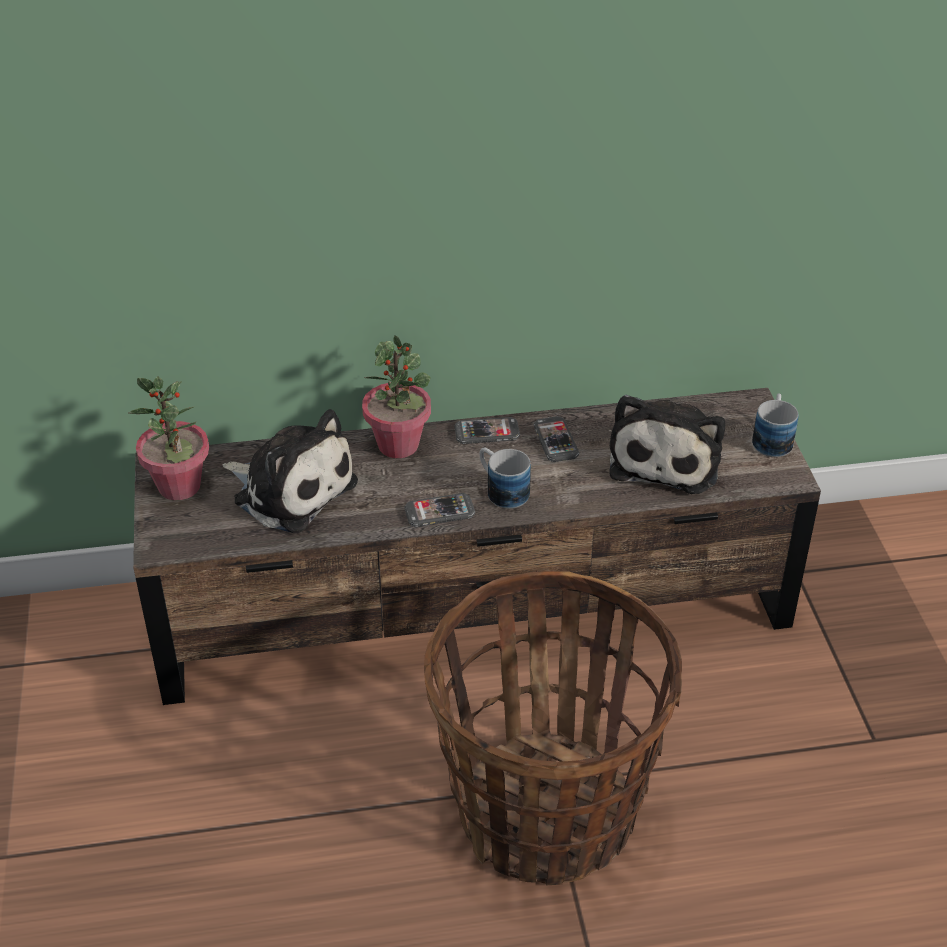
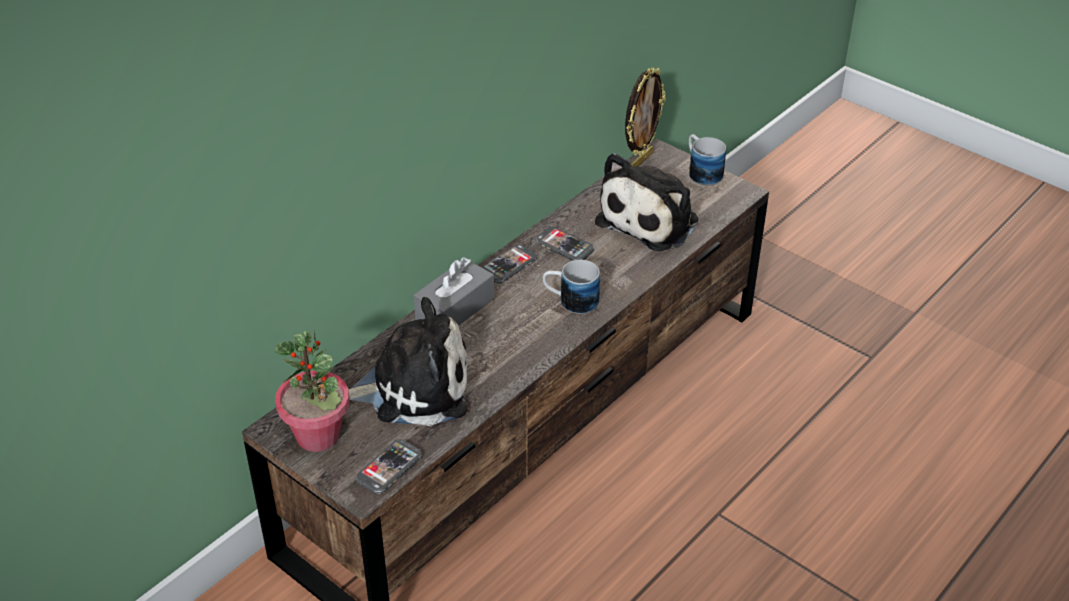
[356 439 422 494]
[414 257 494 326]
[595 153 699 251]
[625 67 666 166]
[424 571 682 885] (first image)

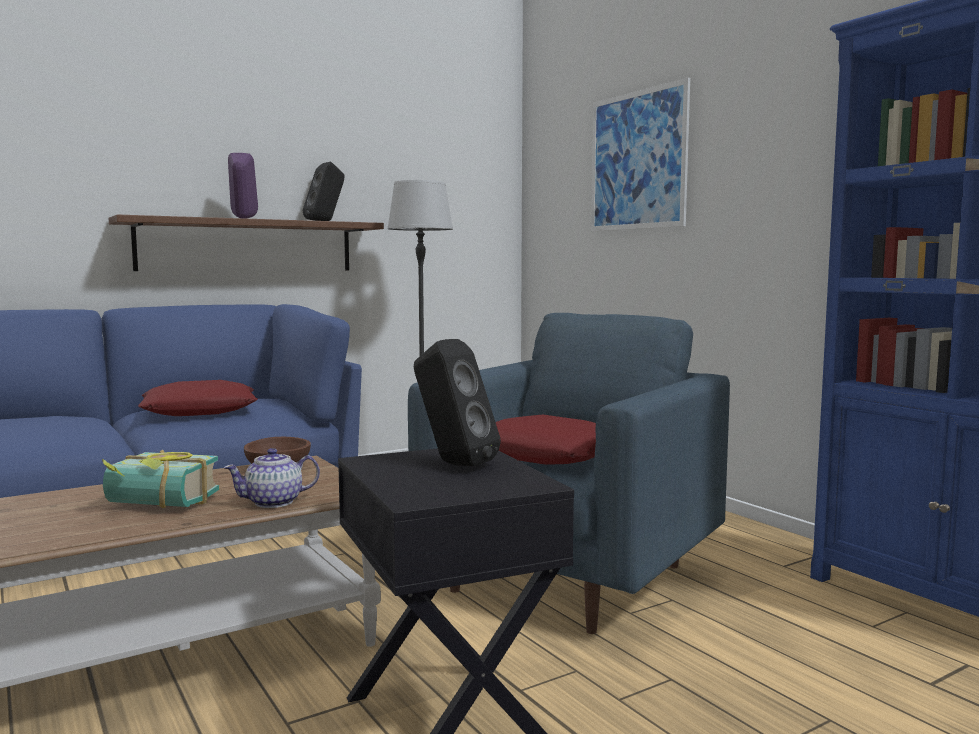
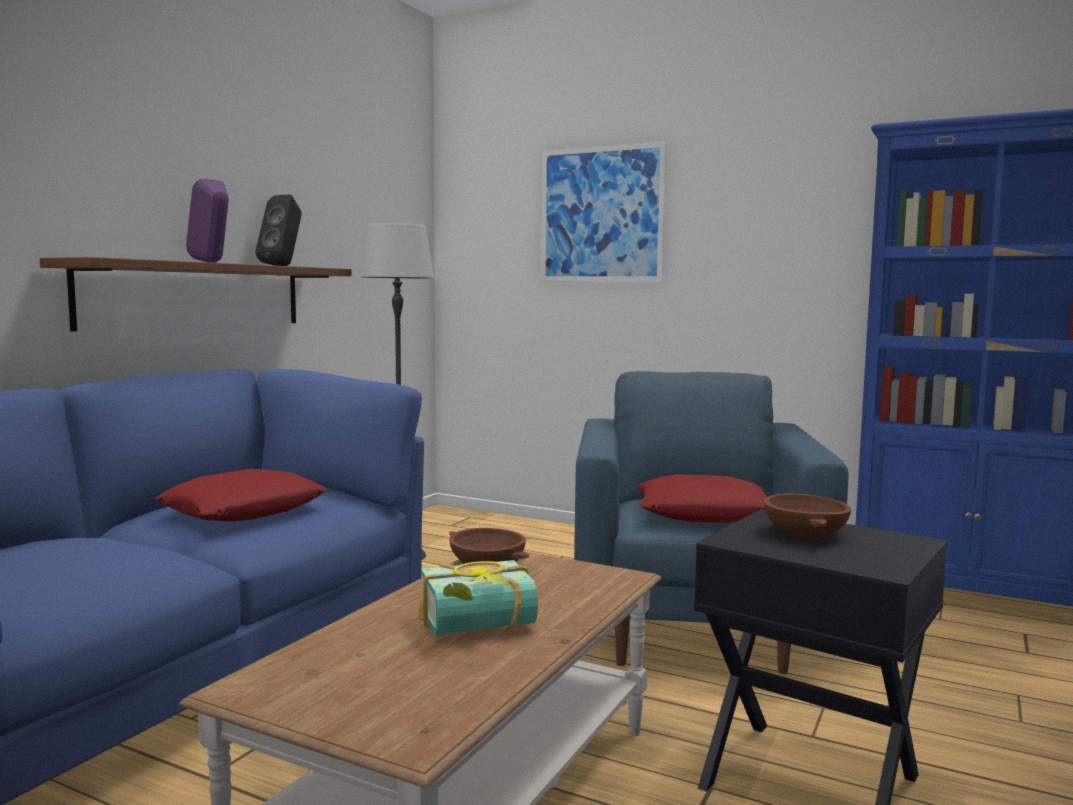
[764 493 851 538]
[223 448 320 508] (first image)

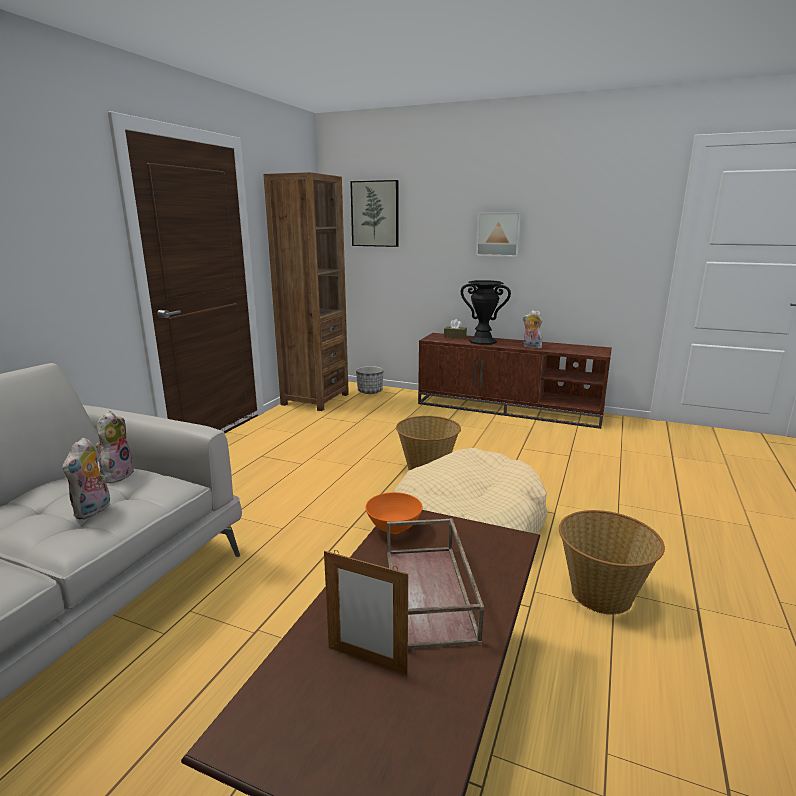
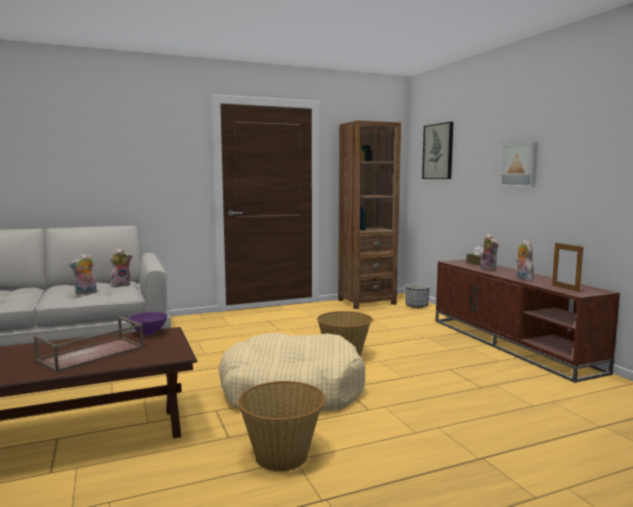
[128 312 168 335]
[480 234 498 271]
[552 243 583 292]

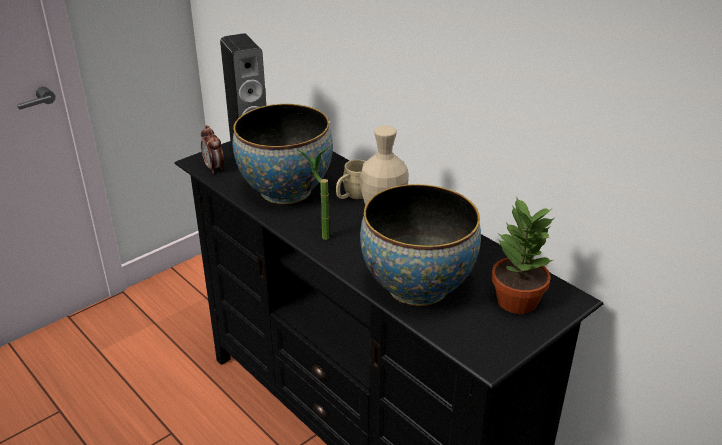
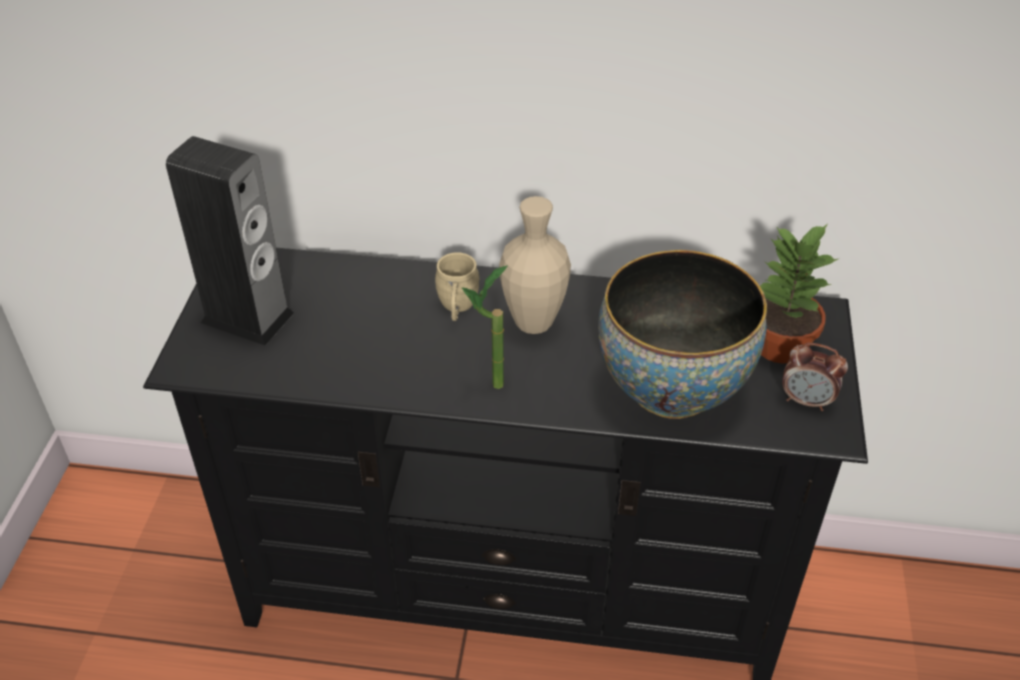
[782 343 848 411]
[233 104 333 204] (first image)

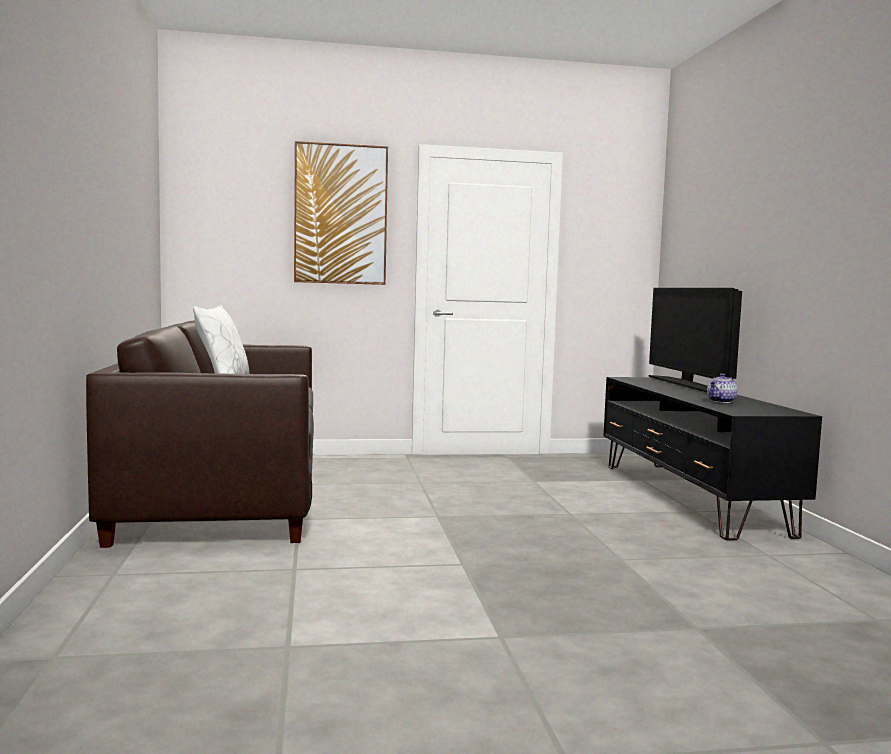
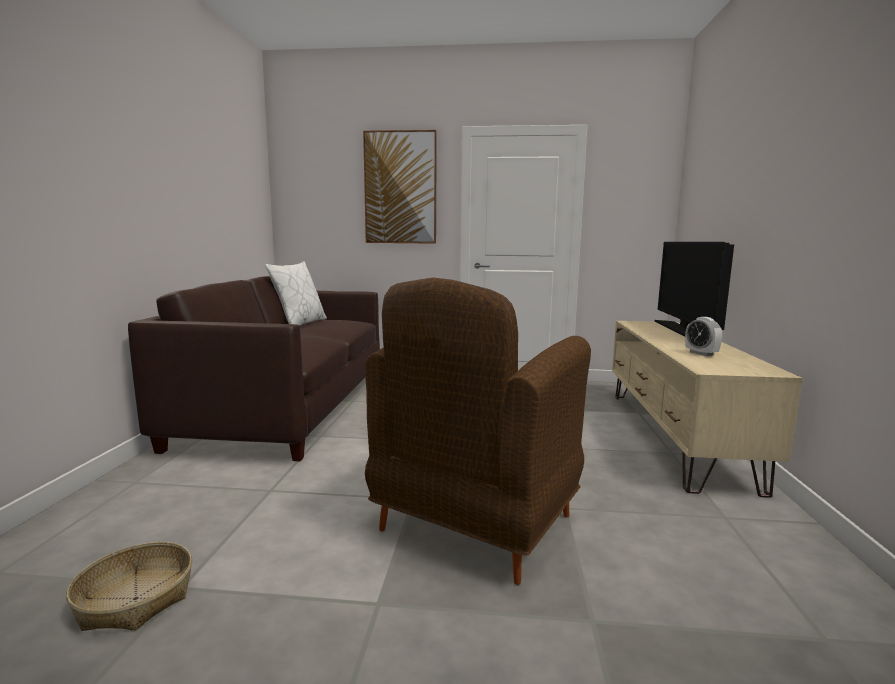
[66 542 192 631]
[365 277 591 585]
[612 321 803 498]
[685 317 722 356]

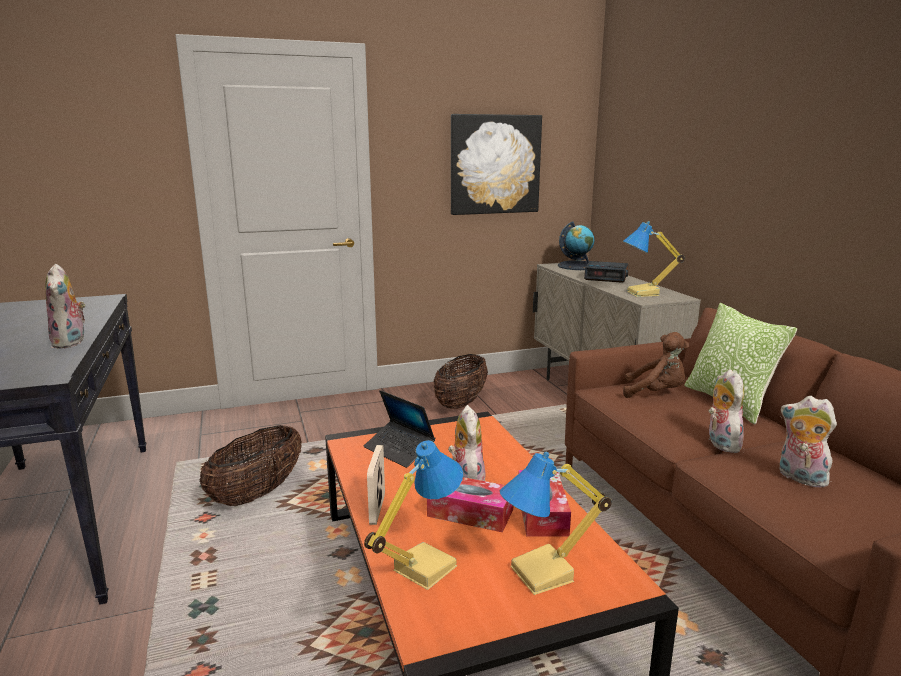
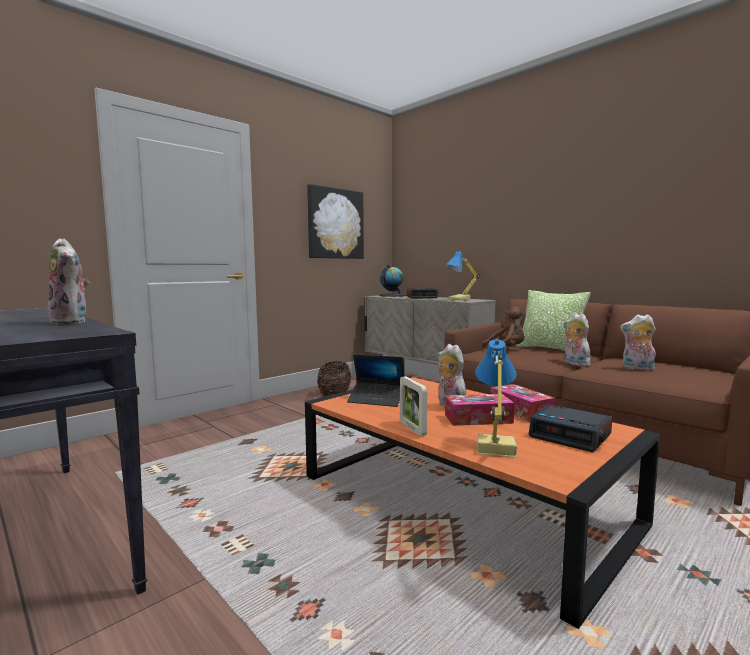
[529 404 612 452]
[199 425 302 506] (first image)

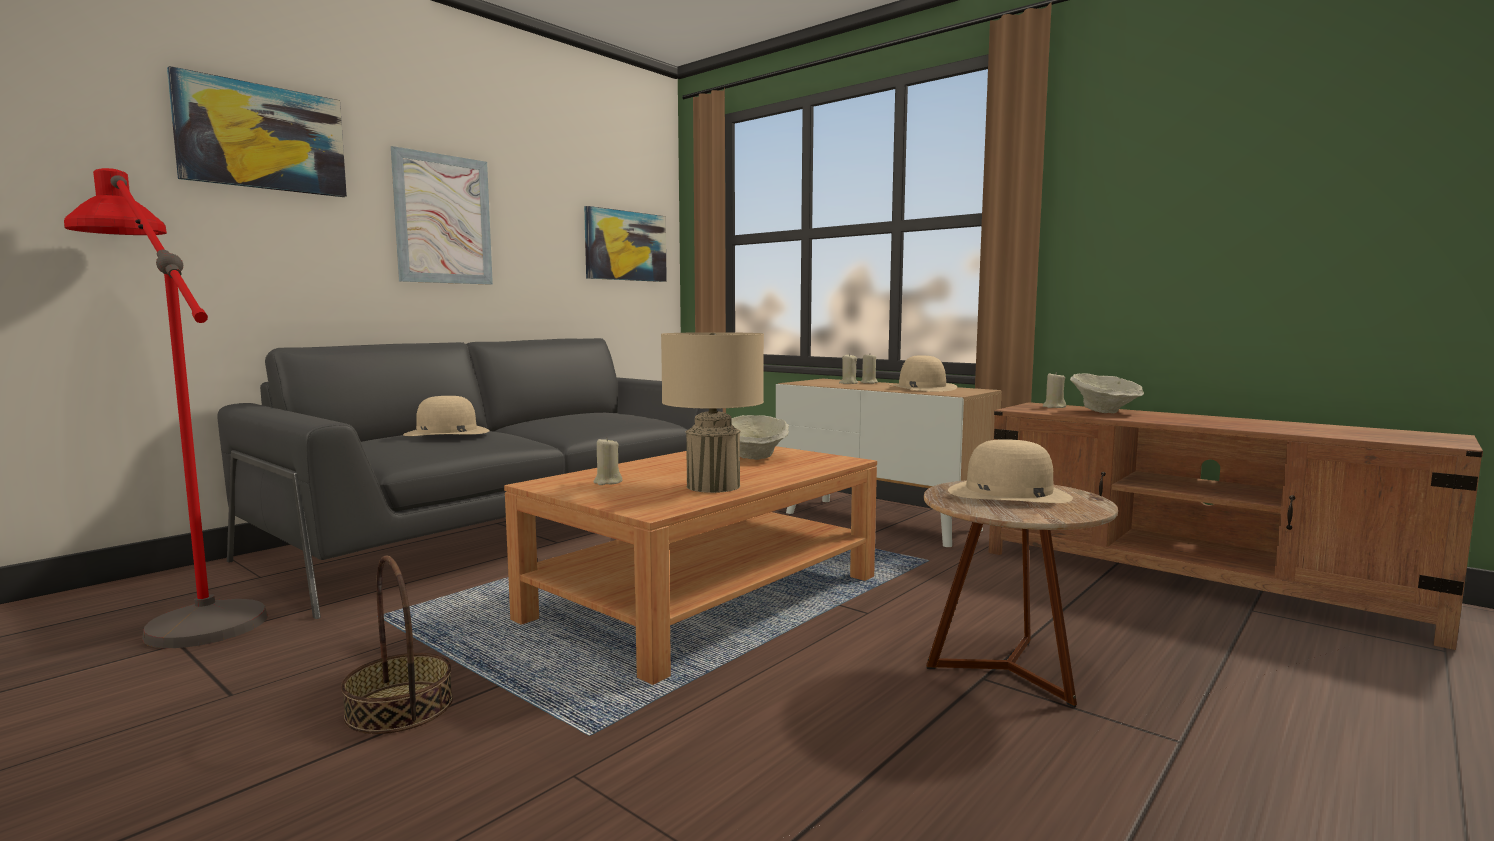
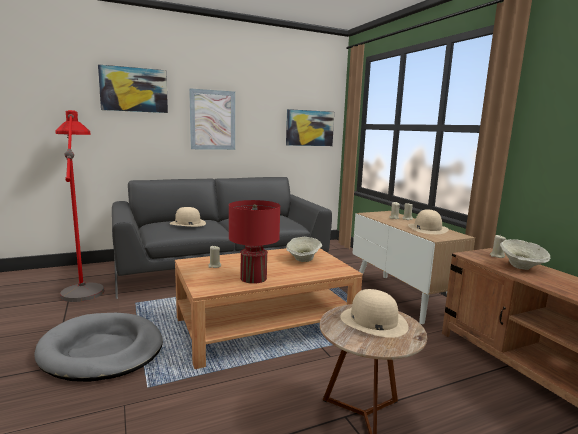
[34 313 163 382]
[229 200 280 284]

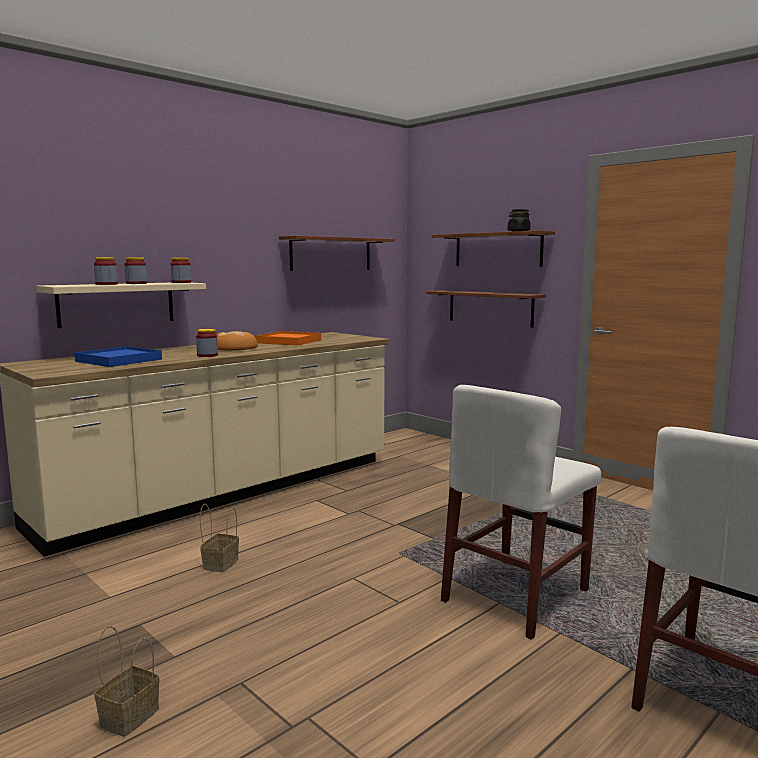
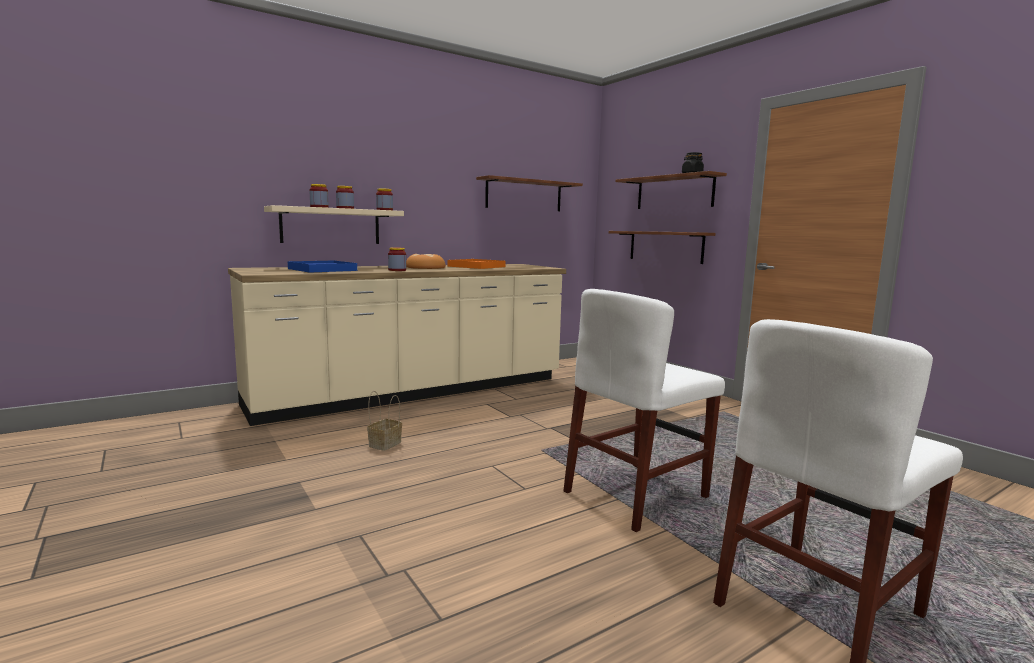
[94 626 159 737] (first image)

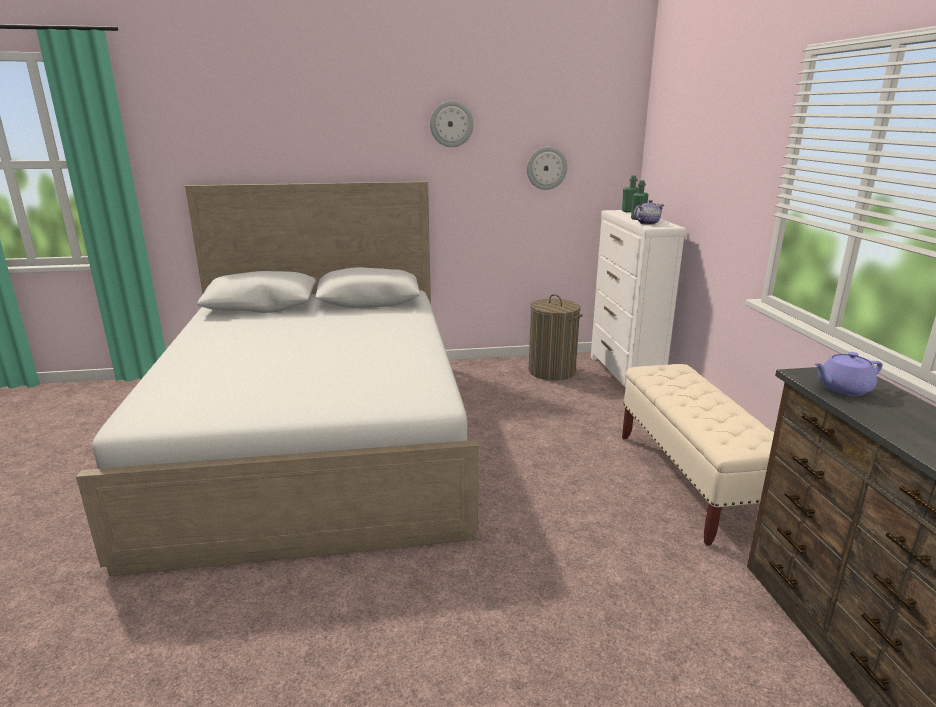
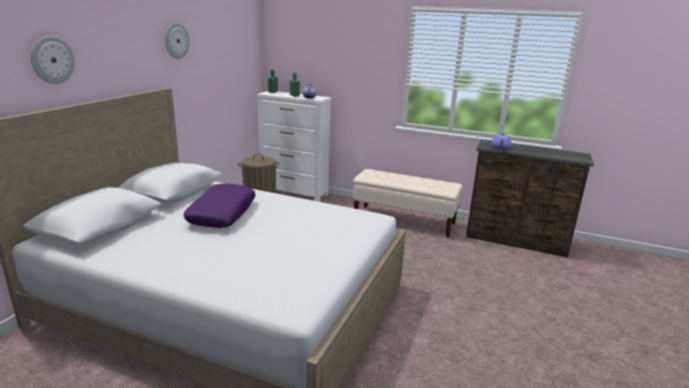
[31 36 75 84]
[184 183 256 228]

